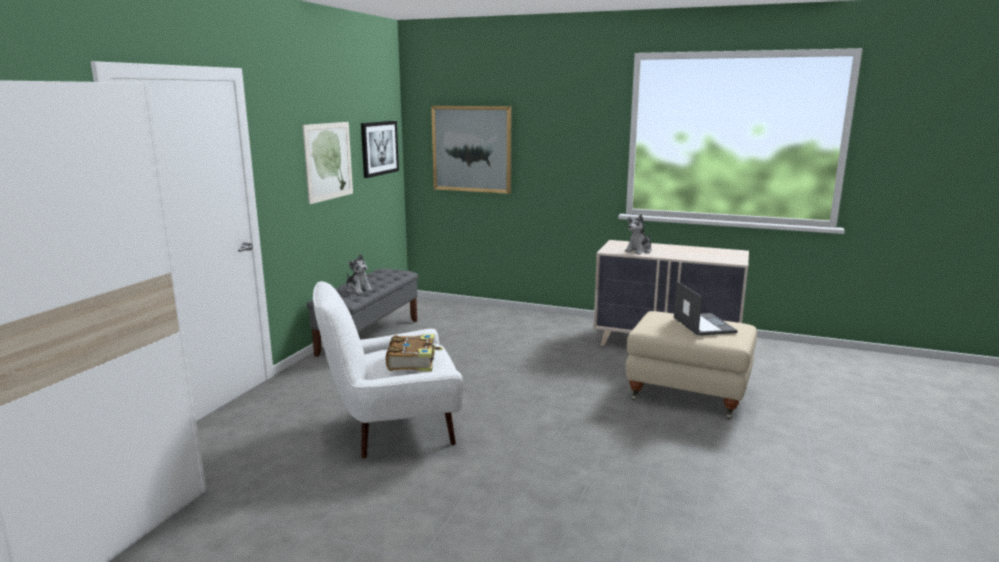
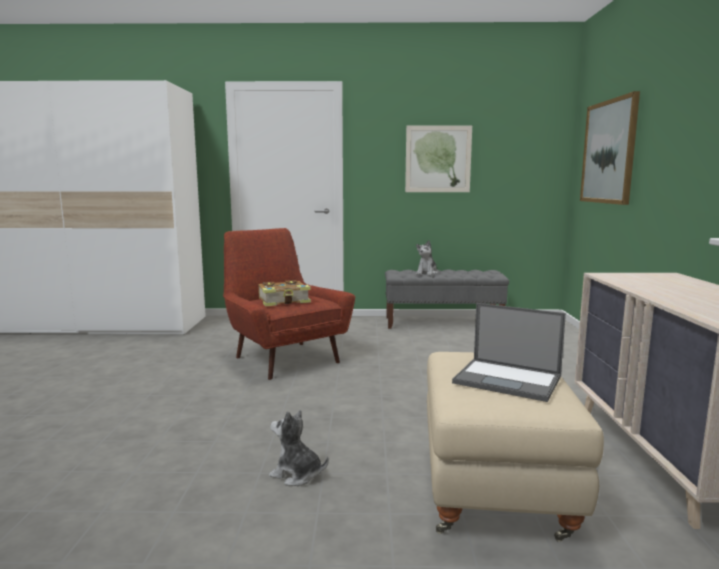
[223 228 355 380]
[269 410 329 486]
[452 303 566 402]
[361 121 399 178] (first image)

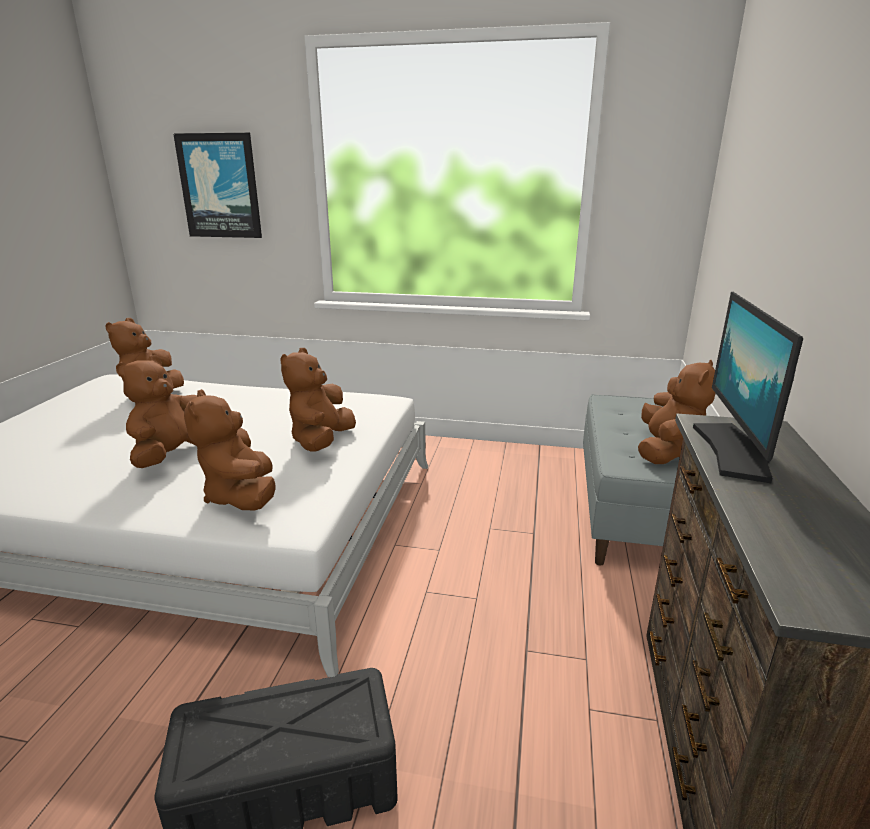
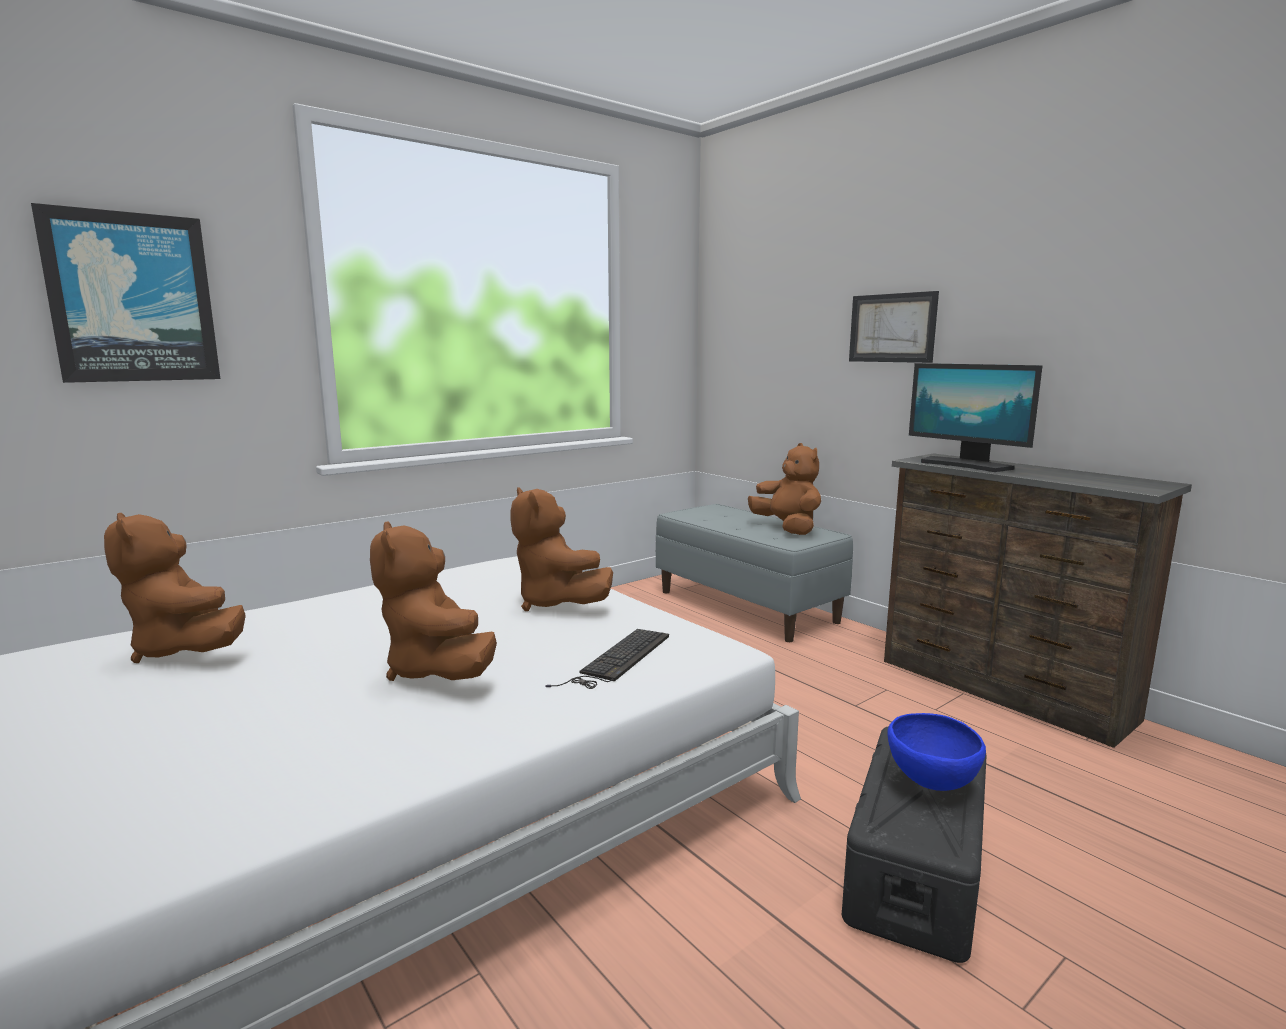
[545 629 669 689]
[849 291 939 363]
[888 713 986 791]

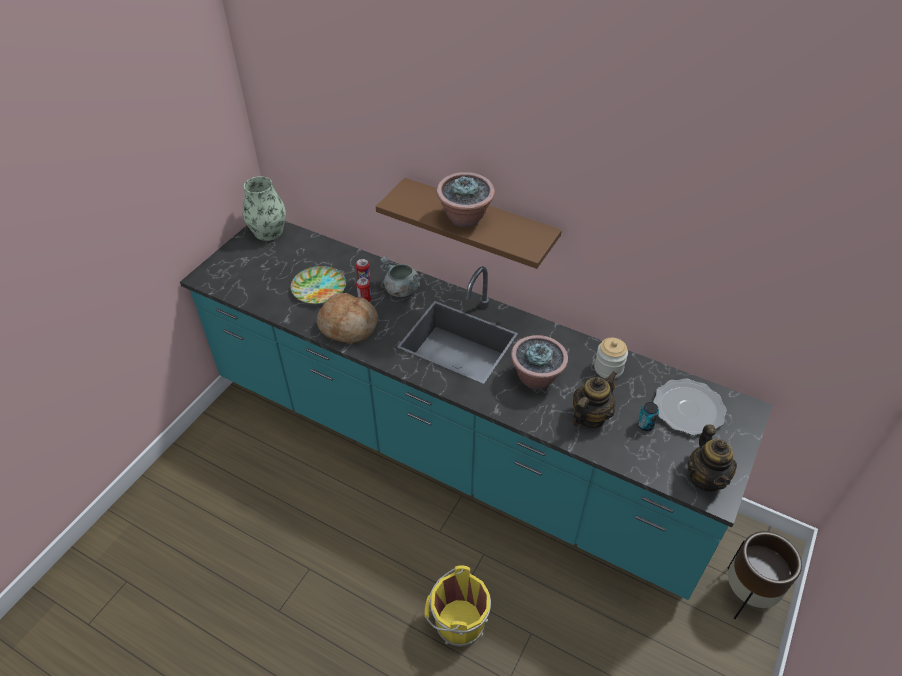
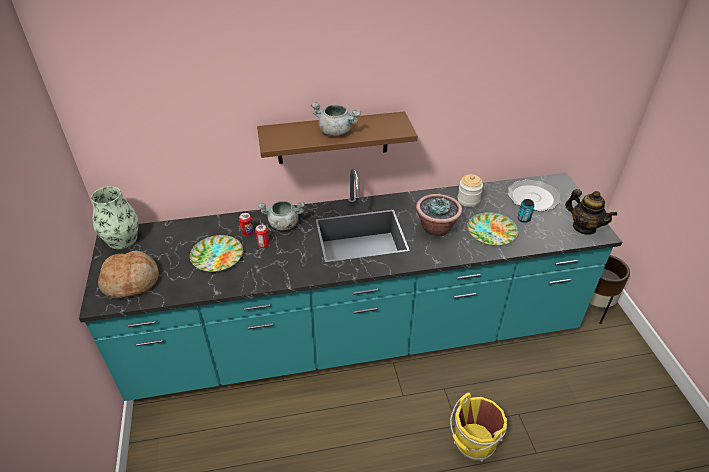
[98 250 159 298]
[311 102 361 136]
[467 212 518 246]

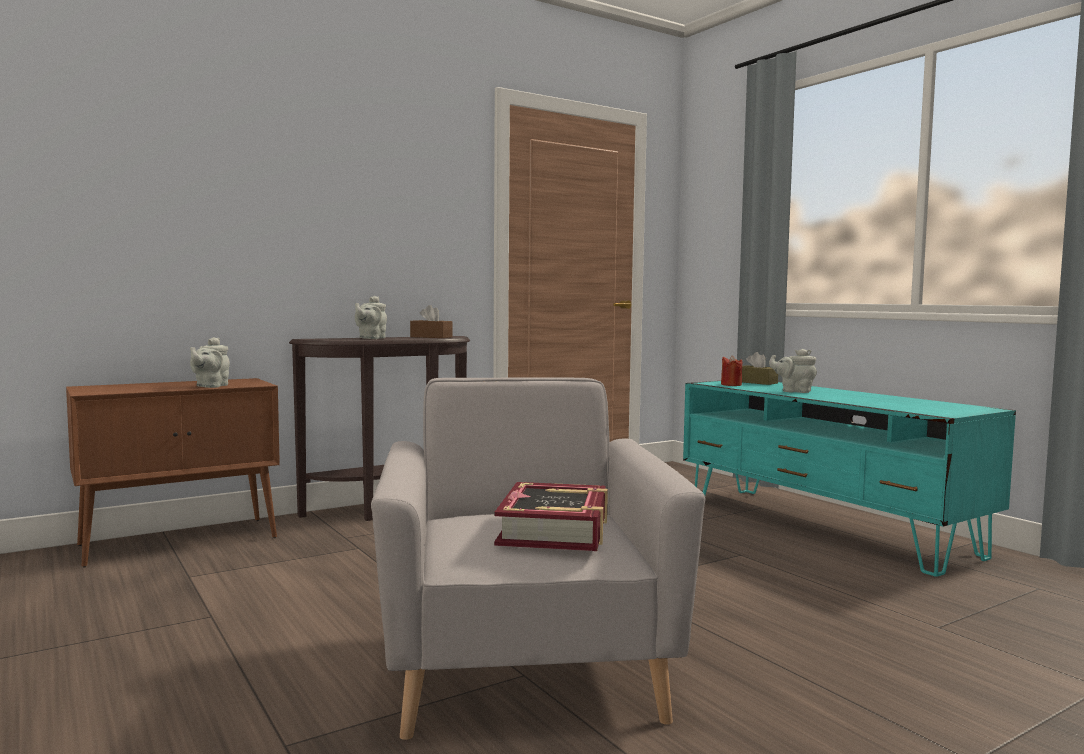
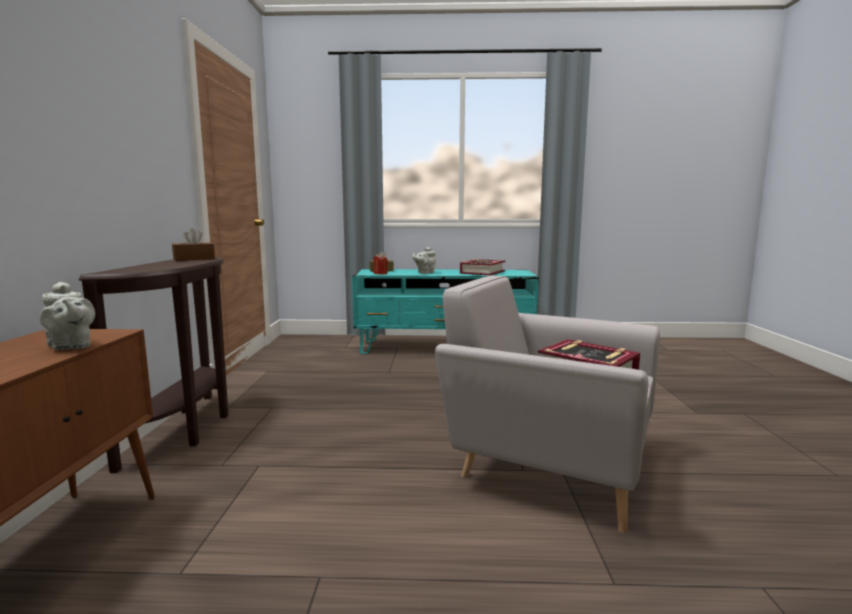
[460 259 505 276]
[355 296 387 339] (first image)

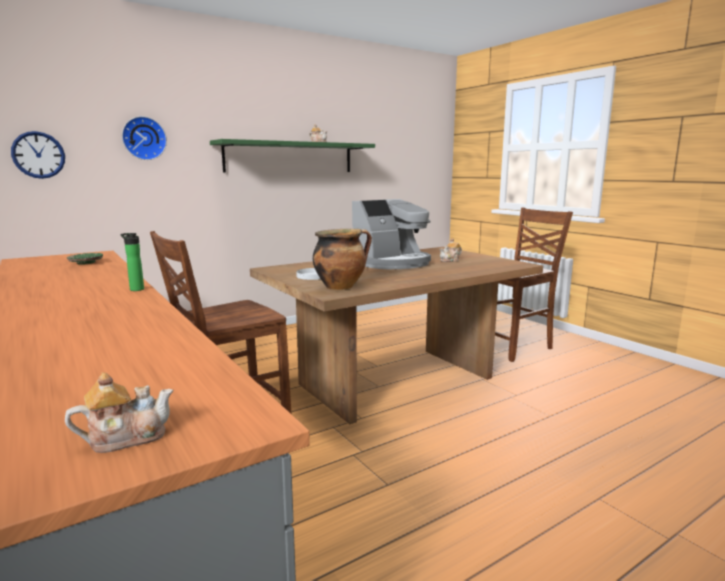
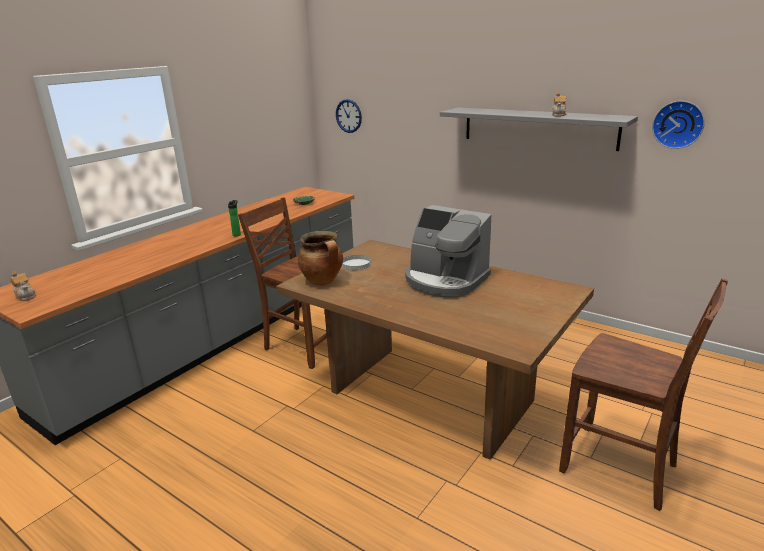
[440 108 638 151]
[652 101 705 149]
[440 238 462 262] (first image)

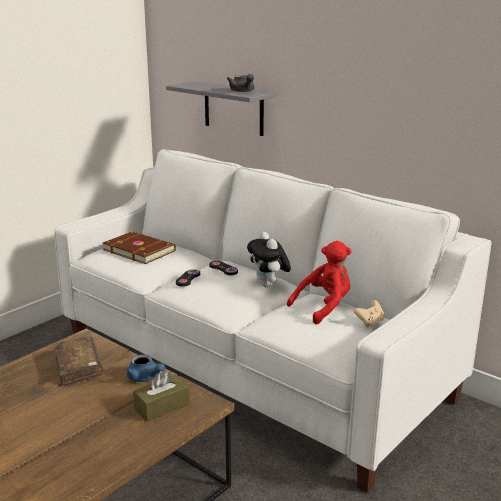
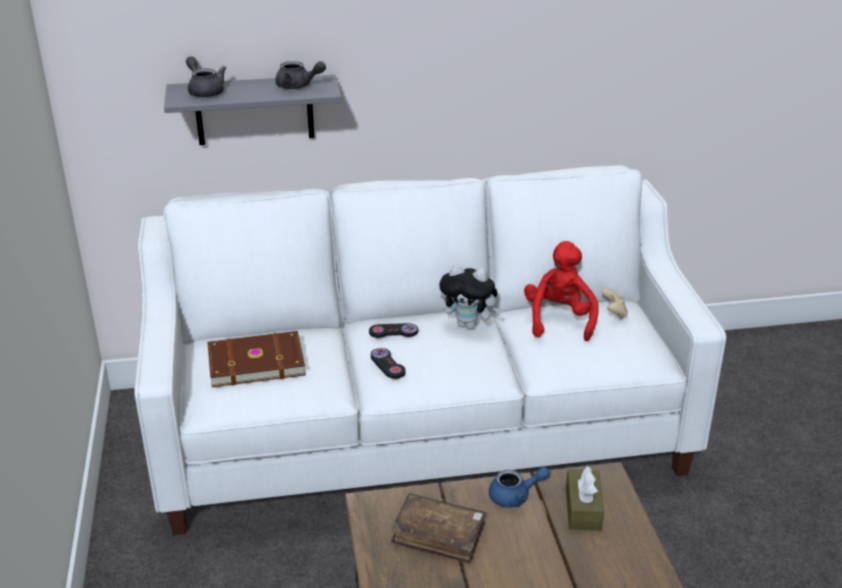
[186 56 226 97]

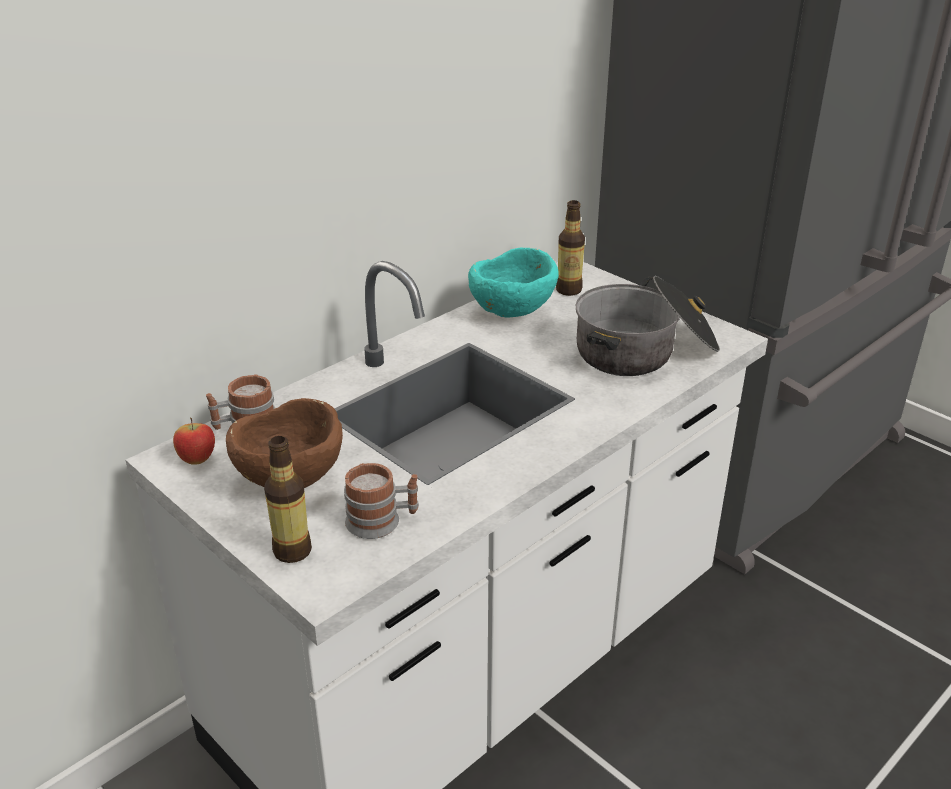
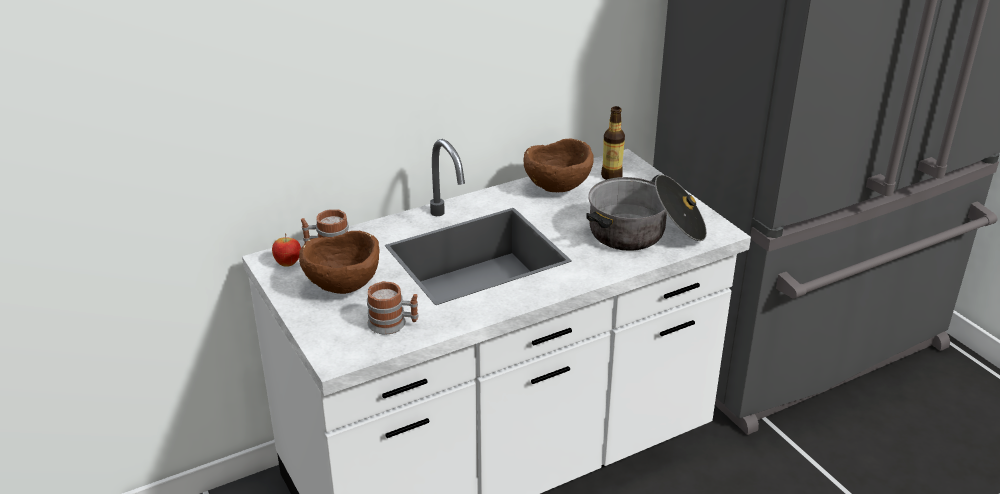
[524 138 594 192]
[264 436 312 563] (first image)

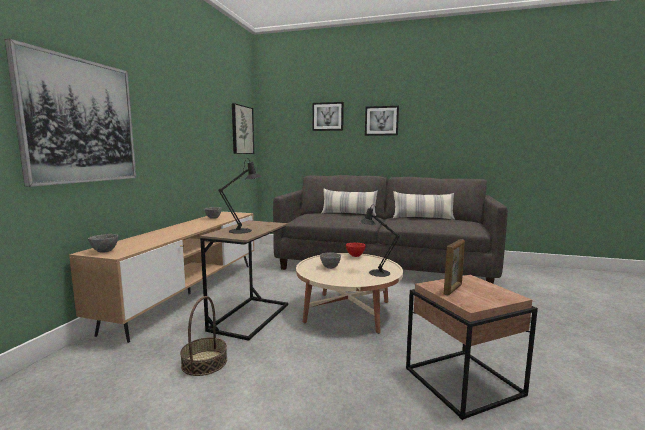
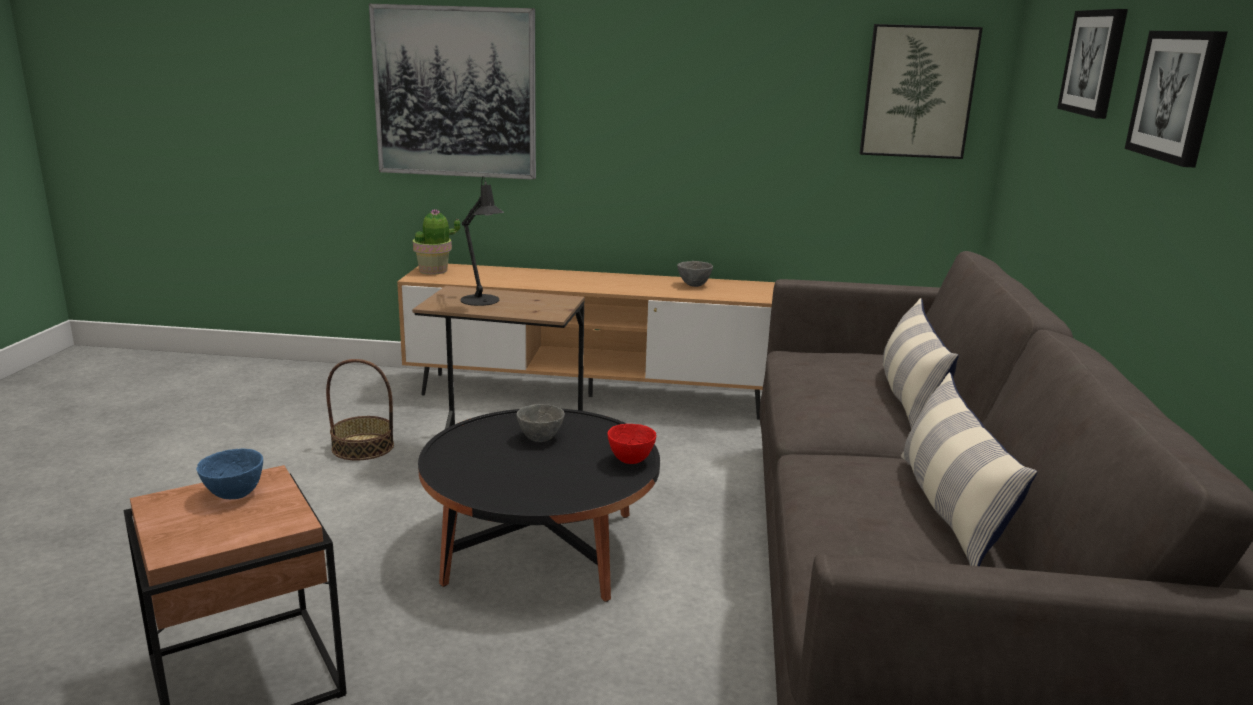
[196 448 263 499]
[412 209 460 275]
[418 409 660 602]
[360 204 400 277] (first image)

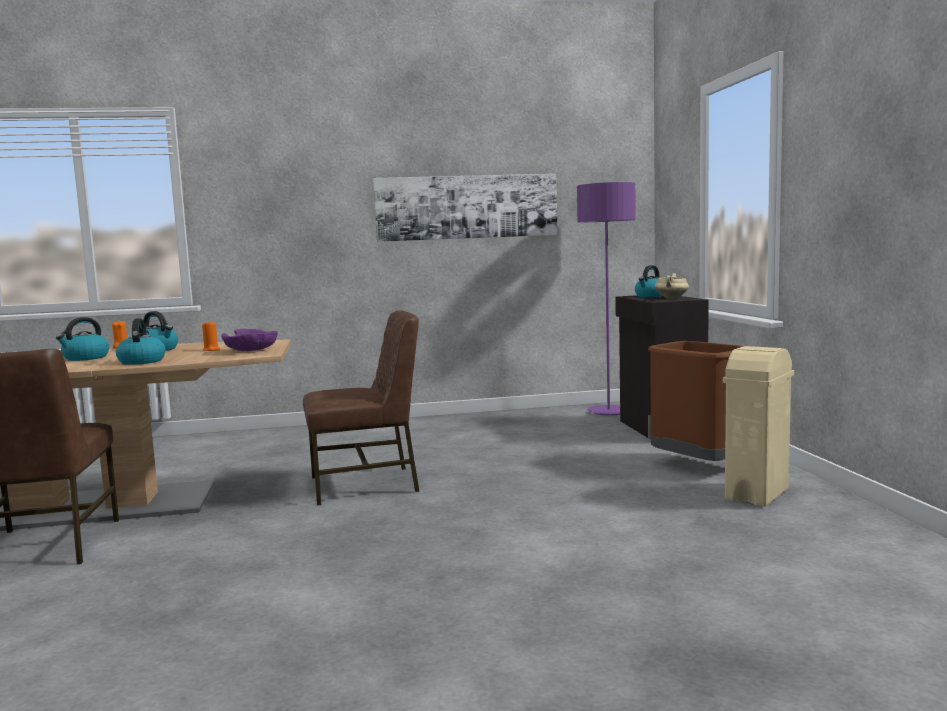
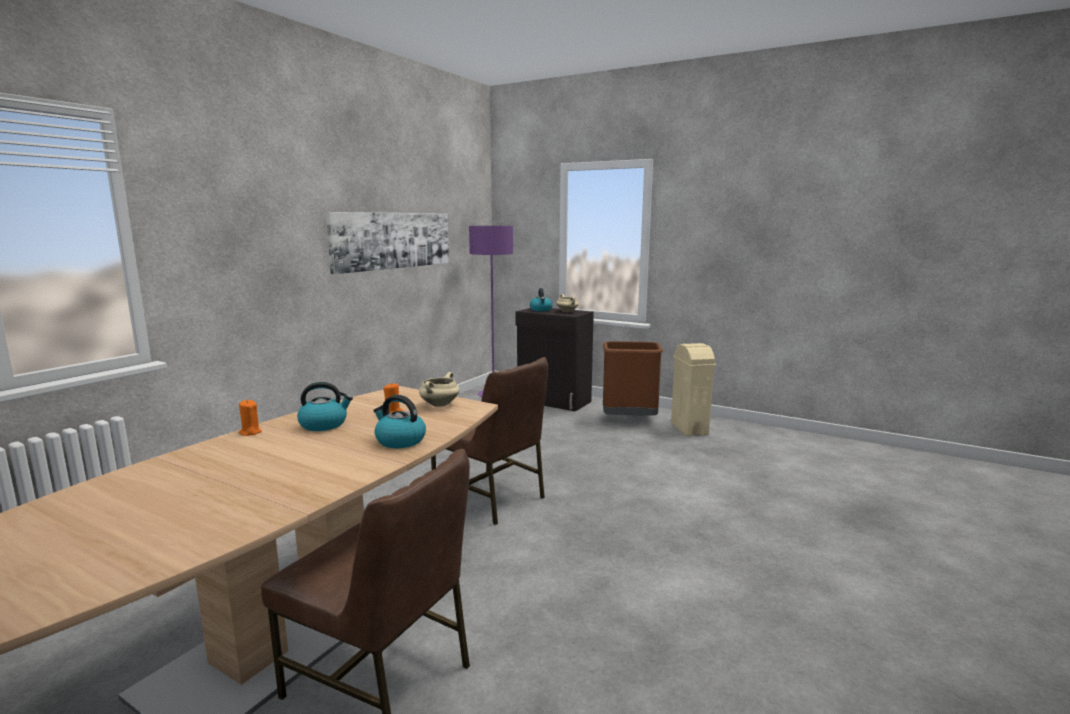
[419 372 459 407]
[431 357 548 525]
[56 317 109 361] (first image)

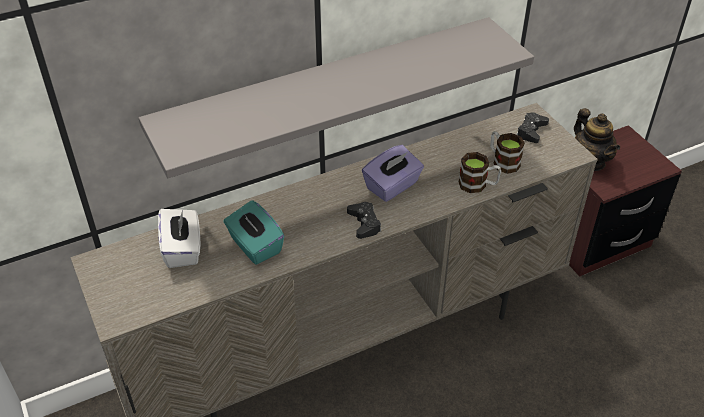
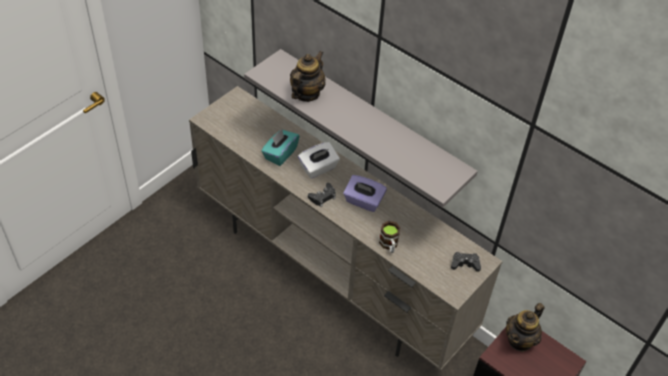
[290 51 325 102]
[298 142 340 179]
[490 131 525 174] (first image)

